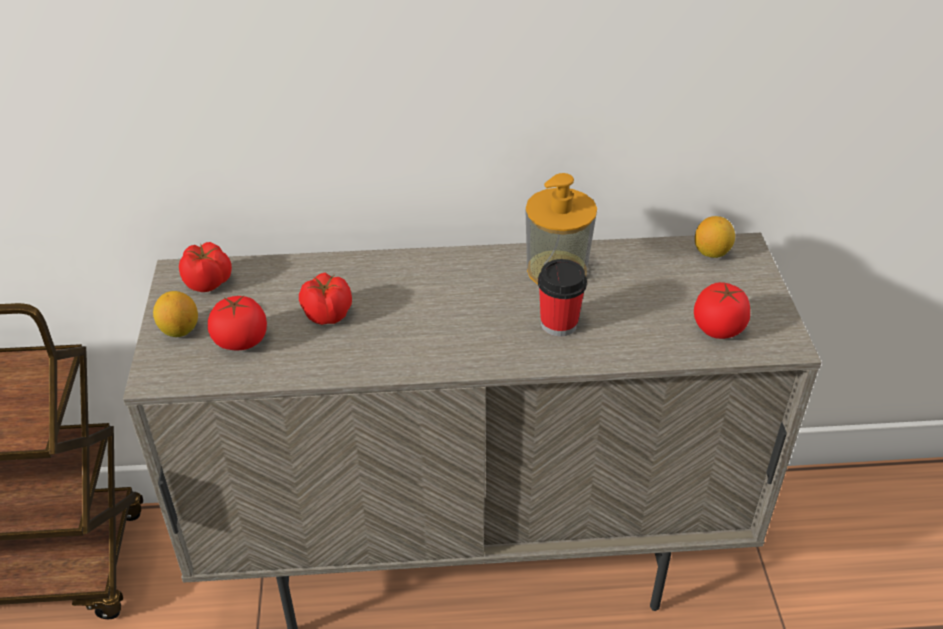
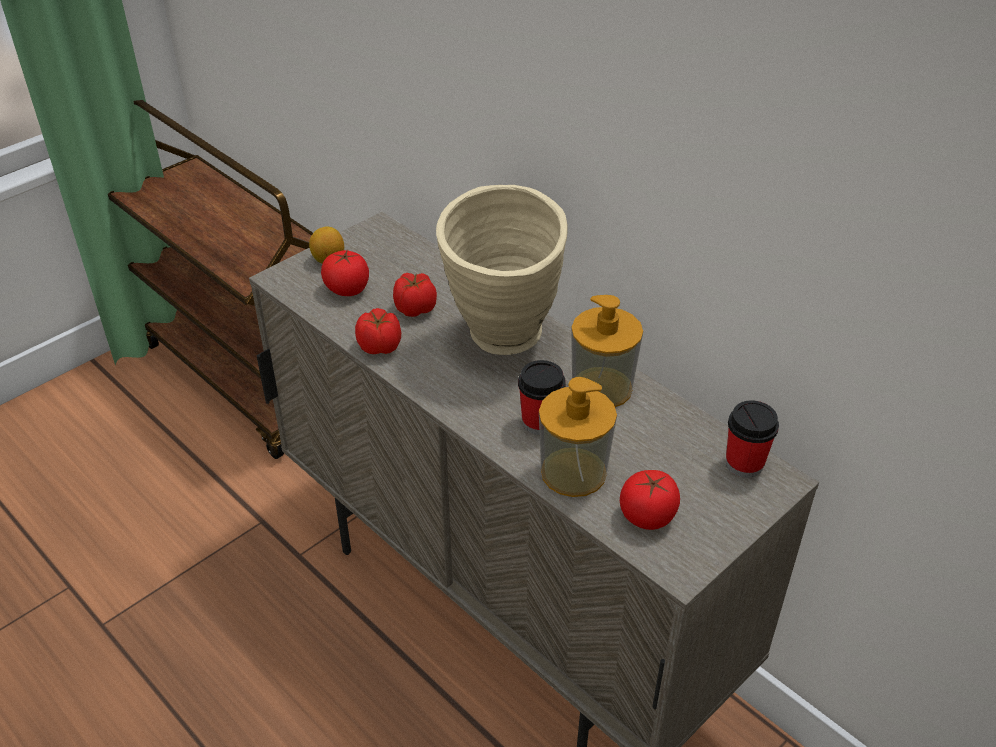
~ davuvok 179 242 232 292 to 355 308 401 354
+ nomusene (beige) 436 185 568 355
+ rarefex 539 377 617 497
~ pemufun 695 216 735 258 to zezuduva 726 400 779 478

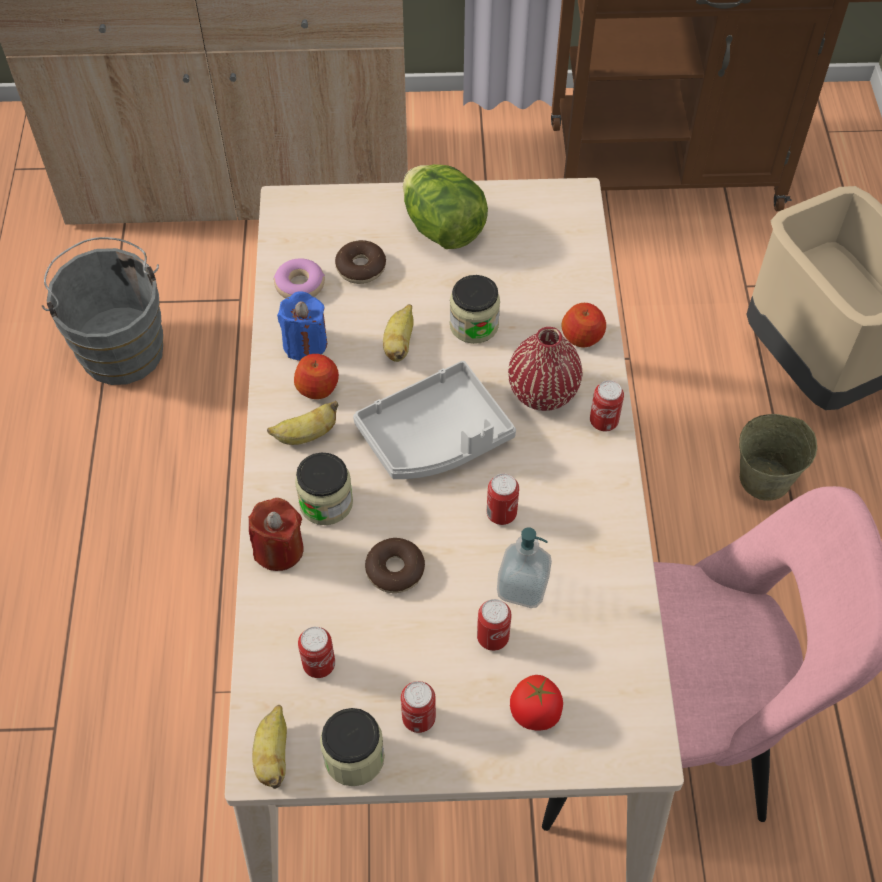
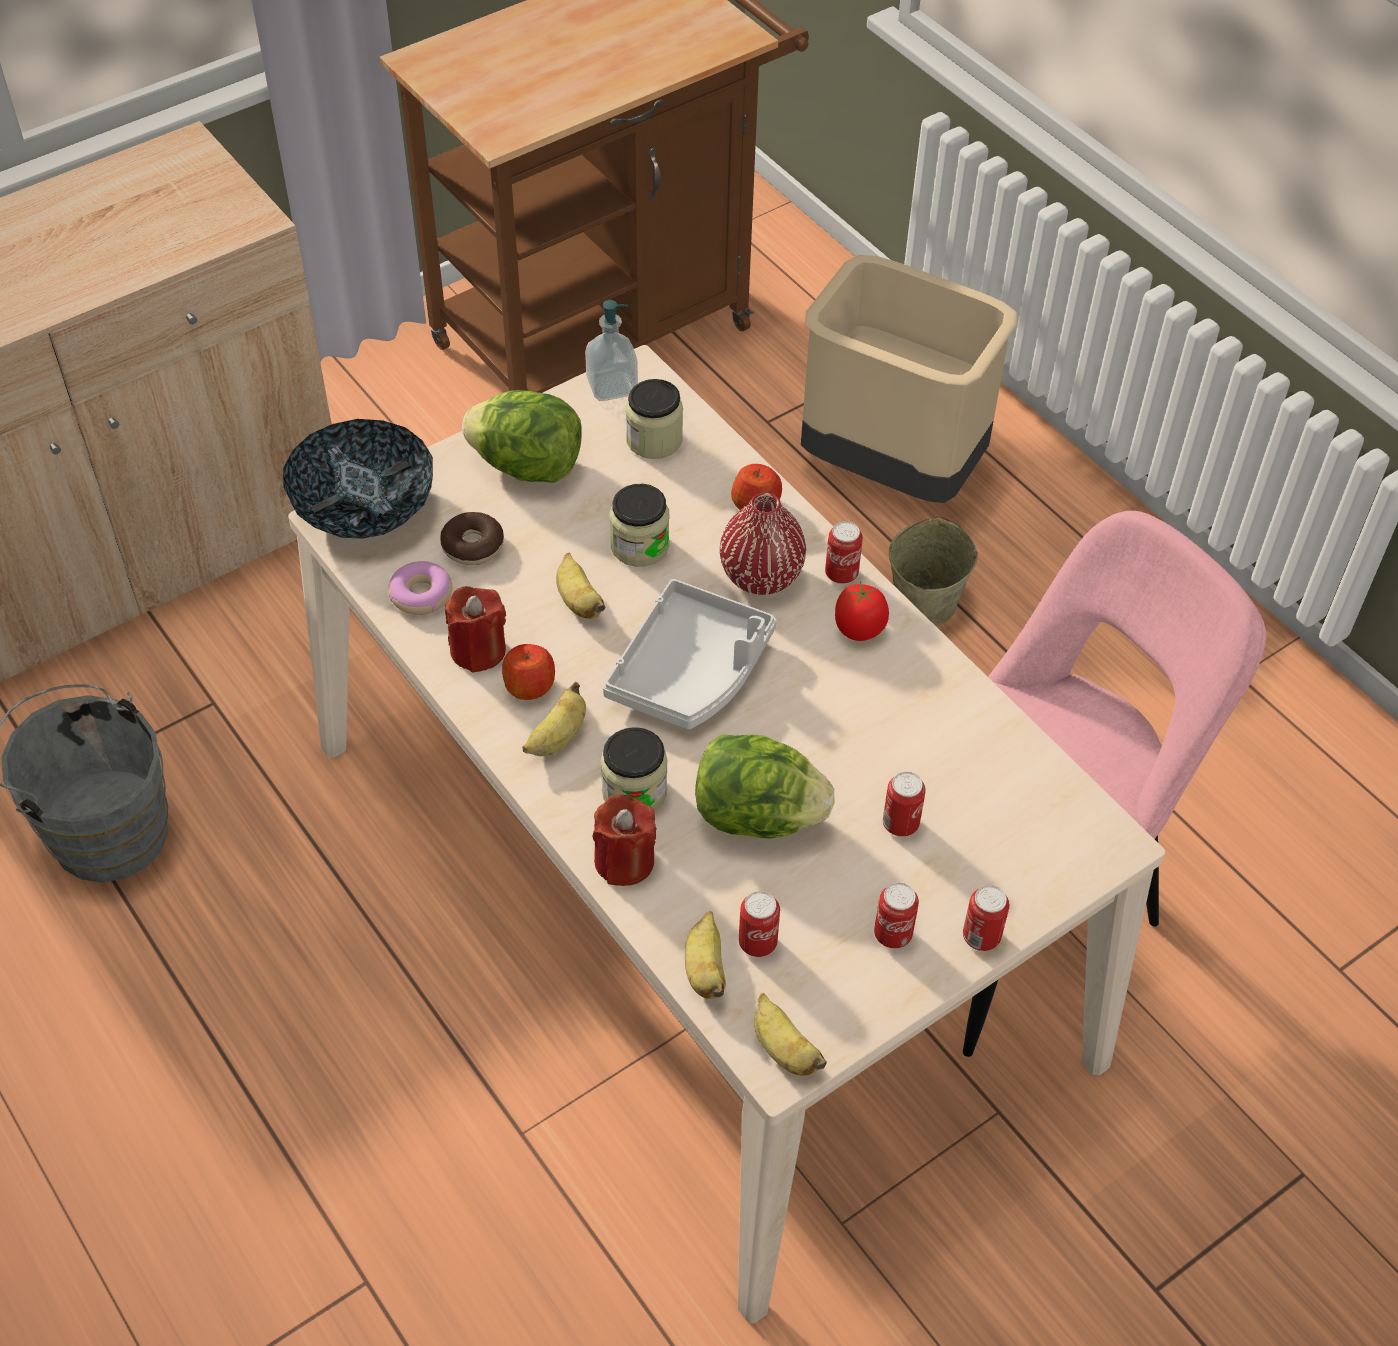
+ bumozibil 283 419 433 538
~ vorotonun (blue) 277 291 327 361 to vorotonun (red) 445 586 506 673
~ rarefex 497 527 552 608 to 585 300 638 401
~ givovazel 320 708 385 786 to 625 379 683 459
+ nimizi 685 911 726 999
~ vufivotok 365 538 425 593 to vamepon 695 734 835 838
~ davuvok 510 675 563 731 to 835 582 889 641
~ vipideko 487 473 519 525 to 963 885 1010 951

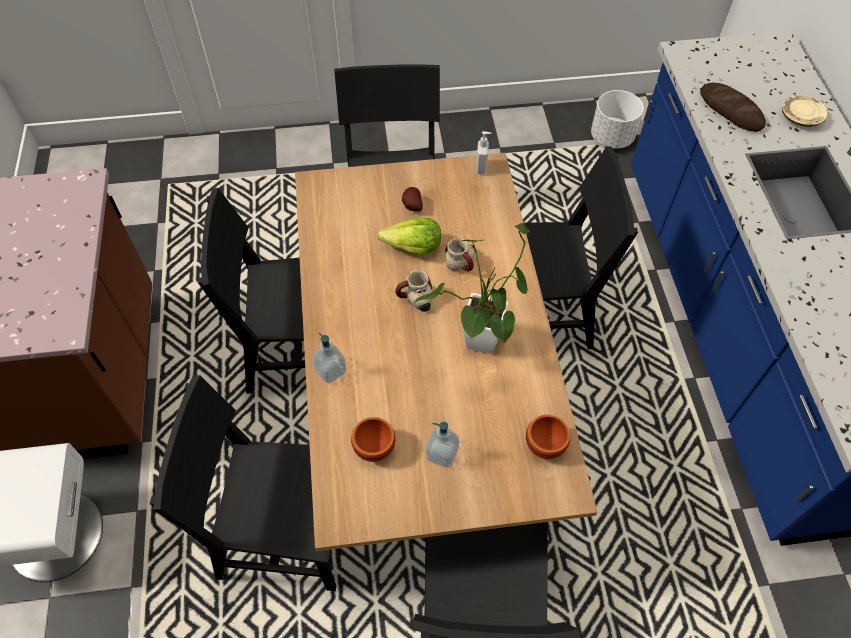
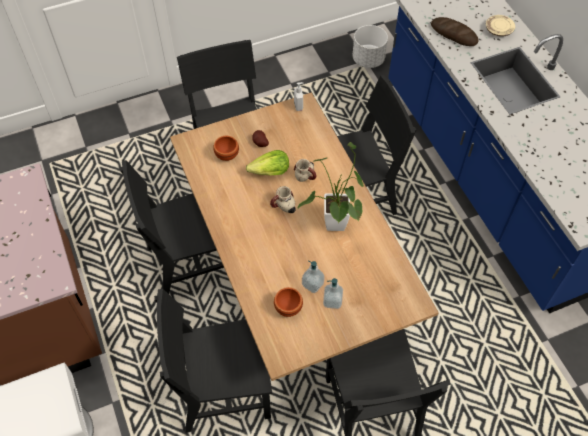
~ bumozibil (brown) 526 414 570 459 to 213 136 239 161
~ rarefex 313 333 347 383 to 302 260 325 293

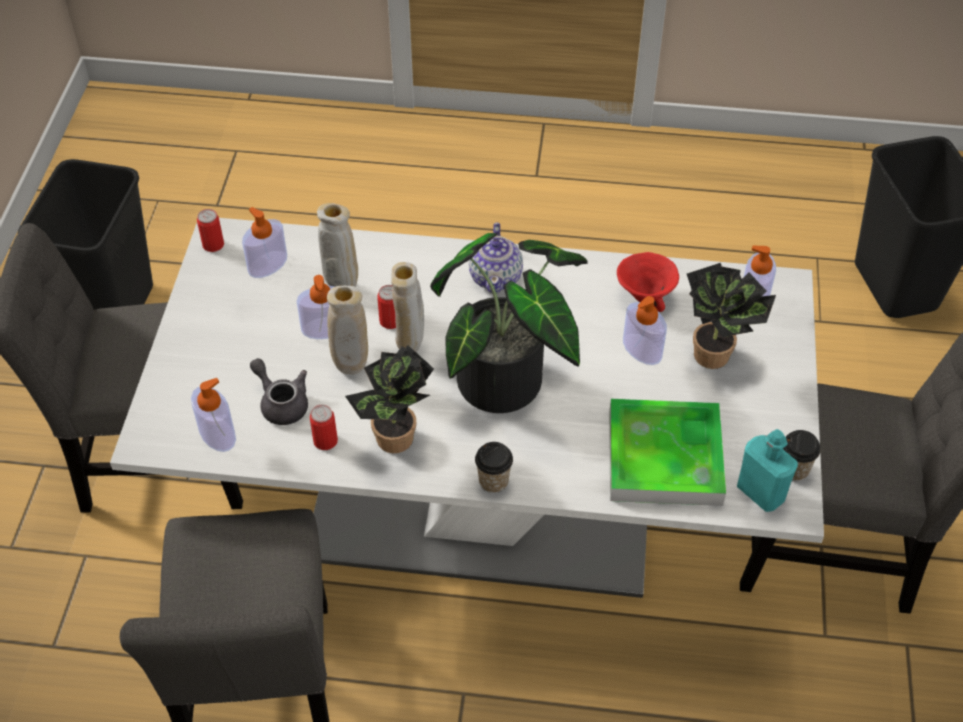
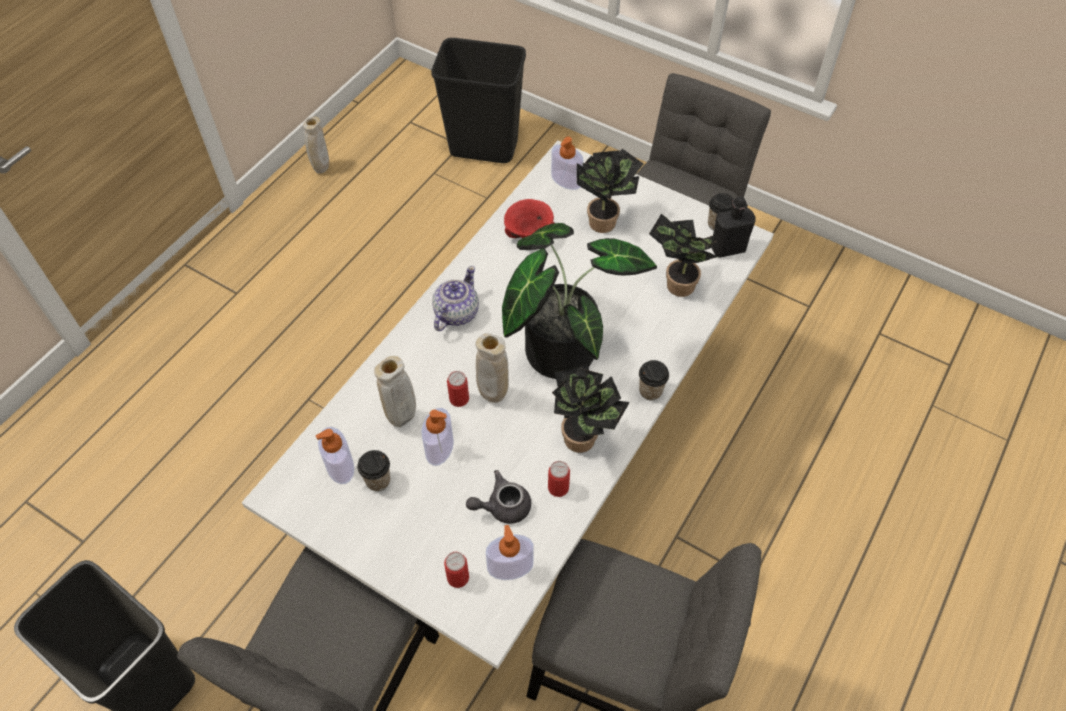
~ nomusene (beige) 327 286 368 374 to 303 117 329 174
+ zezuduva 357 450 390 491
~ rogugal 469 222 523 294 = 432 266 479 331 90 degrees counterclockwise
~ vipideko 197 209 224 252 to 444 552 469 588
~ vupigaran 609 399 726 506 to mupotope 649 213 718 297
~ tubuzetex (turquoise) 737 429 798 512 to tubuzetex (black) 712 196 756 258
- rarefex 623 296 667 365

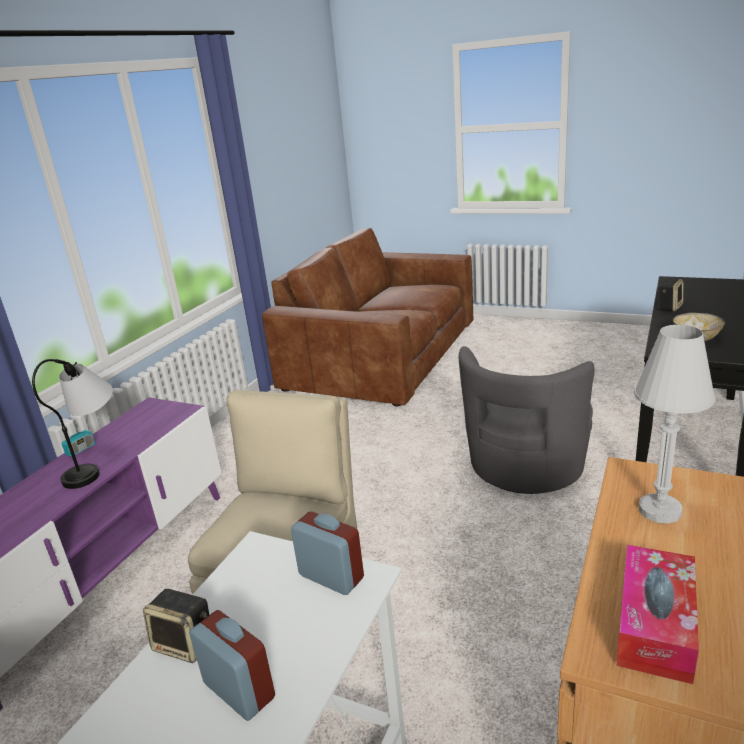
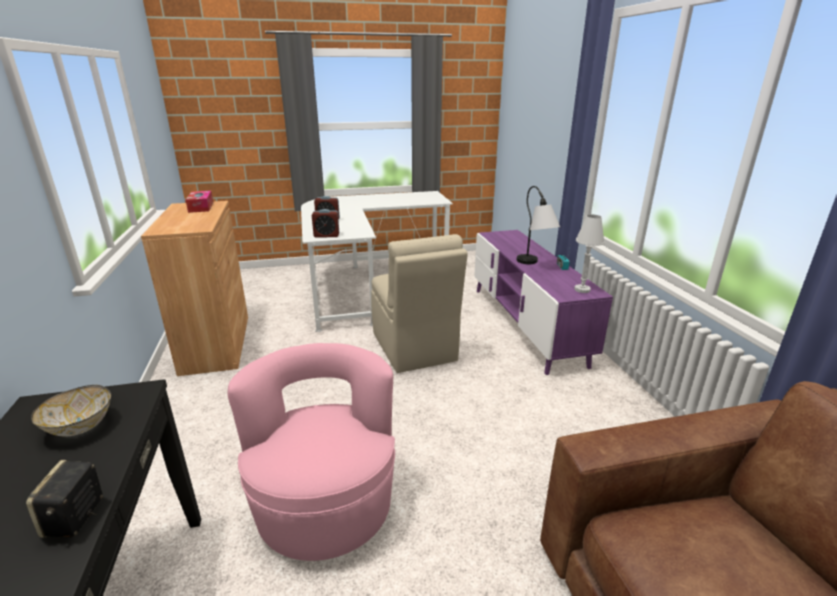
~ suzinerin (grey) 459 346 595 494 to suzinerin (pink) 228 343 395 561
~ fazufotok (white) 634 325 715 524 to 574 214 605 293
- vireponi 143 589 209 663

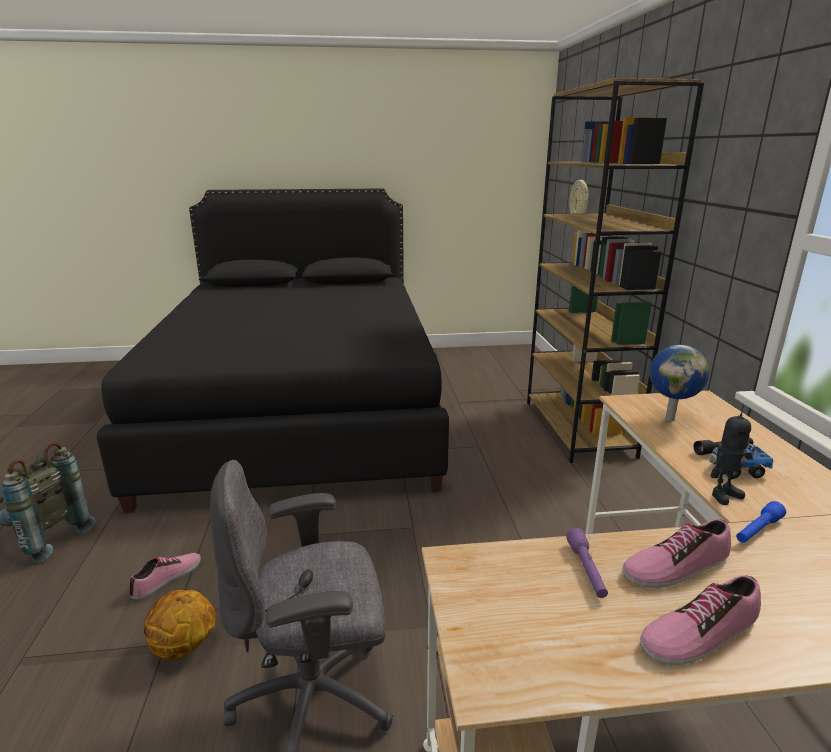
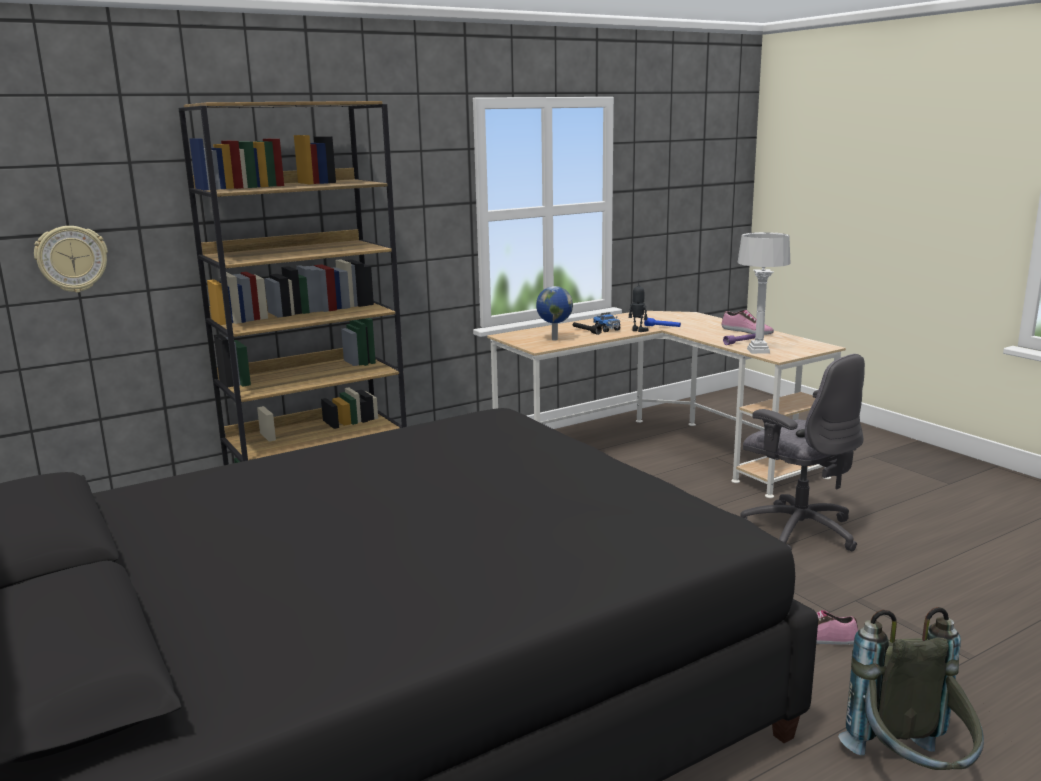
+ fazufotok (grey) 738 232 791 354
- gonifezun 144 590 215 661
- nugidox 622 519 731 588

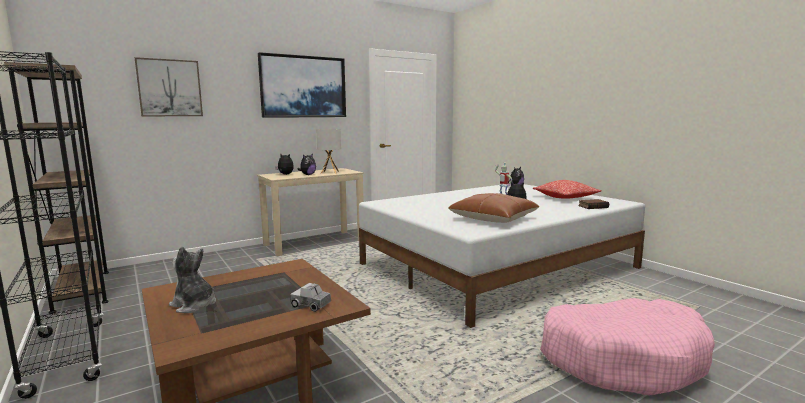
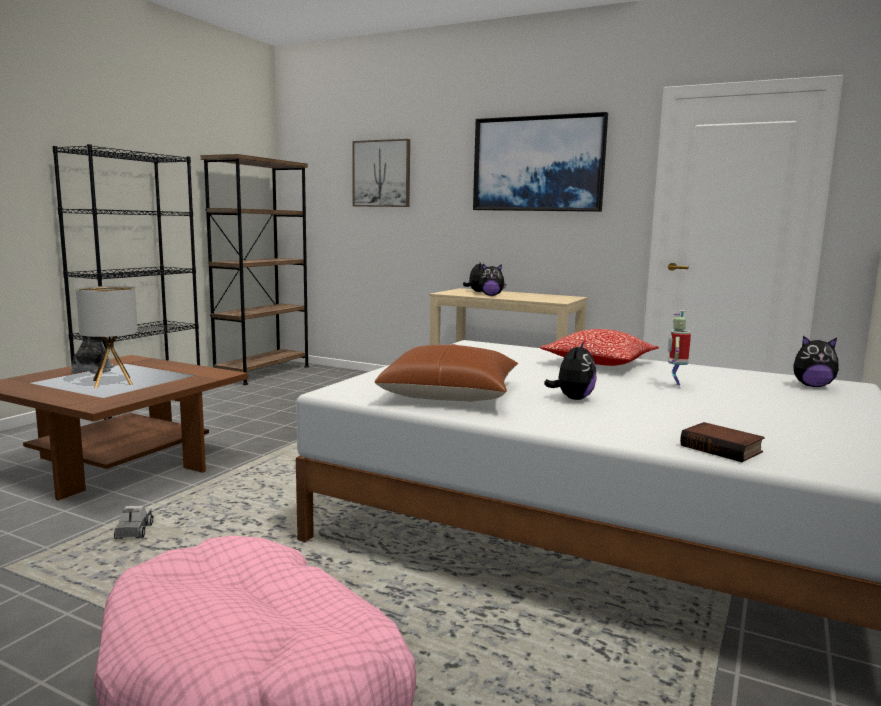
~ fazufotok 316 129 341 173 to 76 286 138 388
~ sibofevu 290 283 331 312 to 114 505 153 539
~ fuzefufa 532 180 602 199 to 540 329 659 366

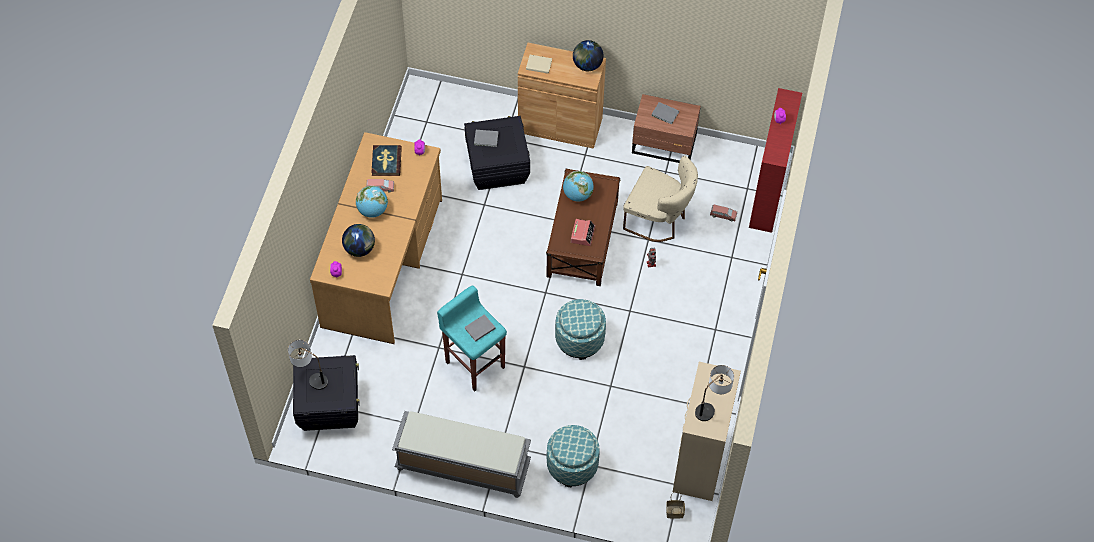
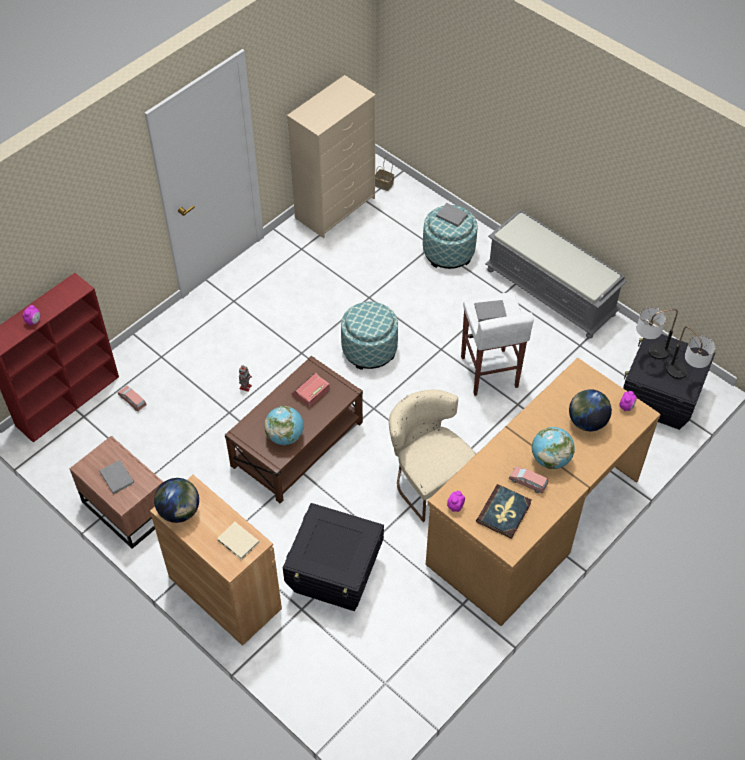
~ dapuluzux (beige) 623 155 698 242 to 389 390 476 522
~ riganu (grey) 474 130 498 147 to 436 203 468 227
~ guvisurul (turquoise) 437 285 507 391 to guvisurul (white) 461 293 534 396
~ fazufotok 695 365 734 421 to 637 307 678 359

